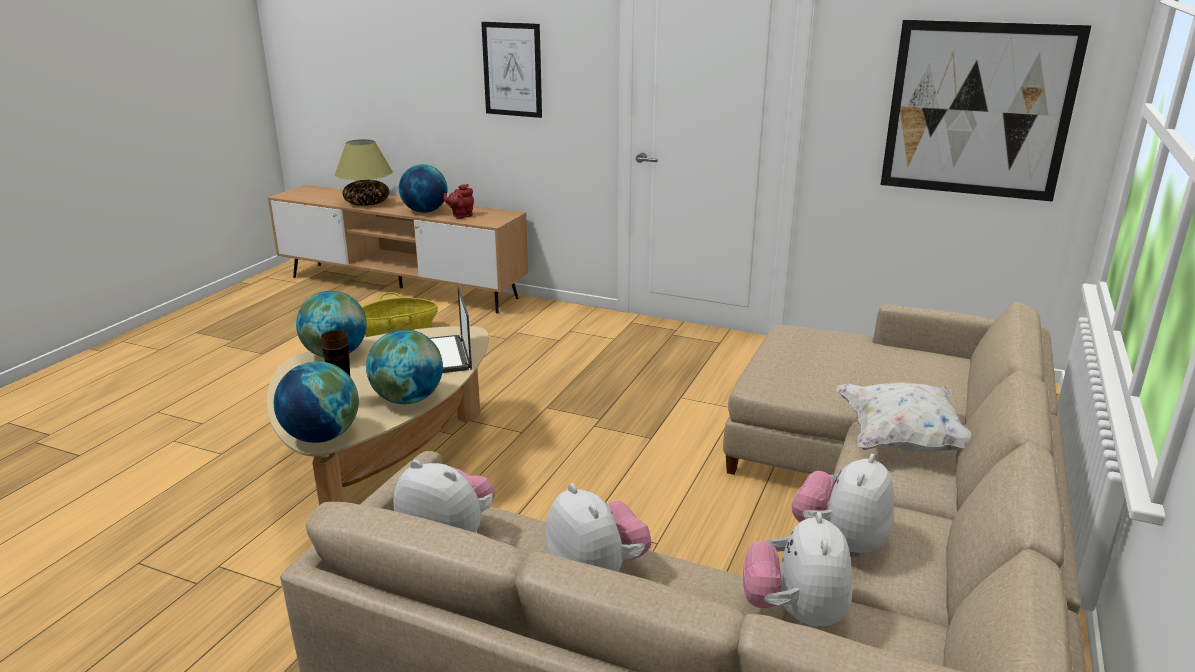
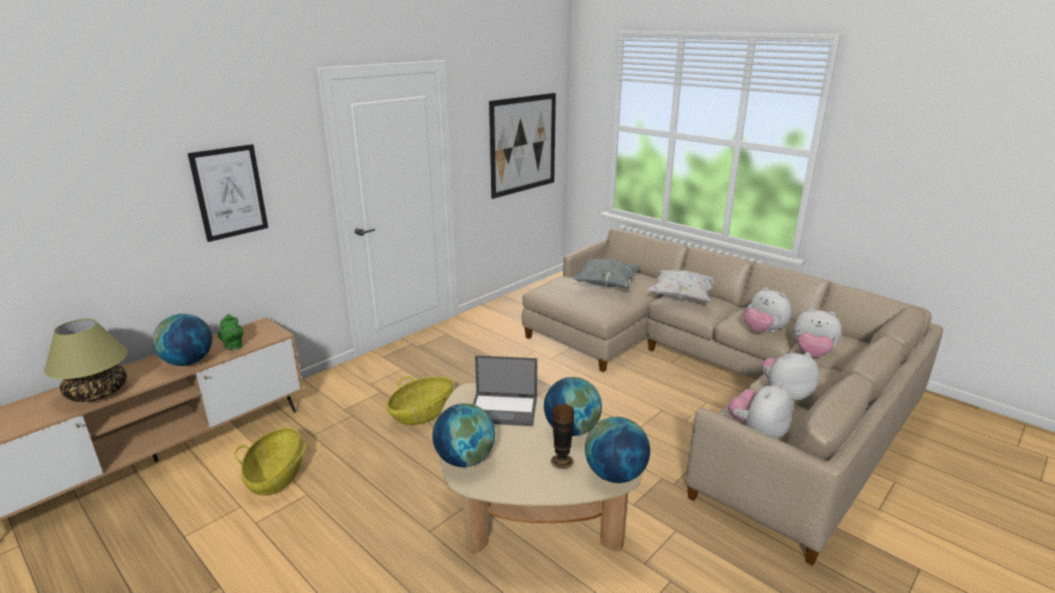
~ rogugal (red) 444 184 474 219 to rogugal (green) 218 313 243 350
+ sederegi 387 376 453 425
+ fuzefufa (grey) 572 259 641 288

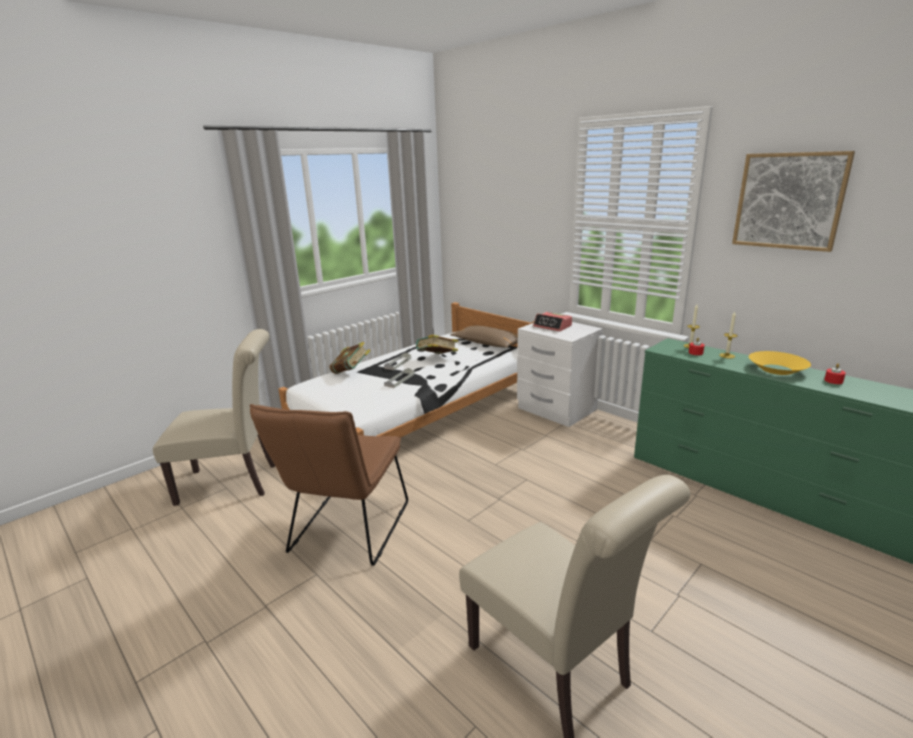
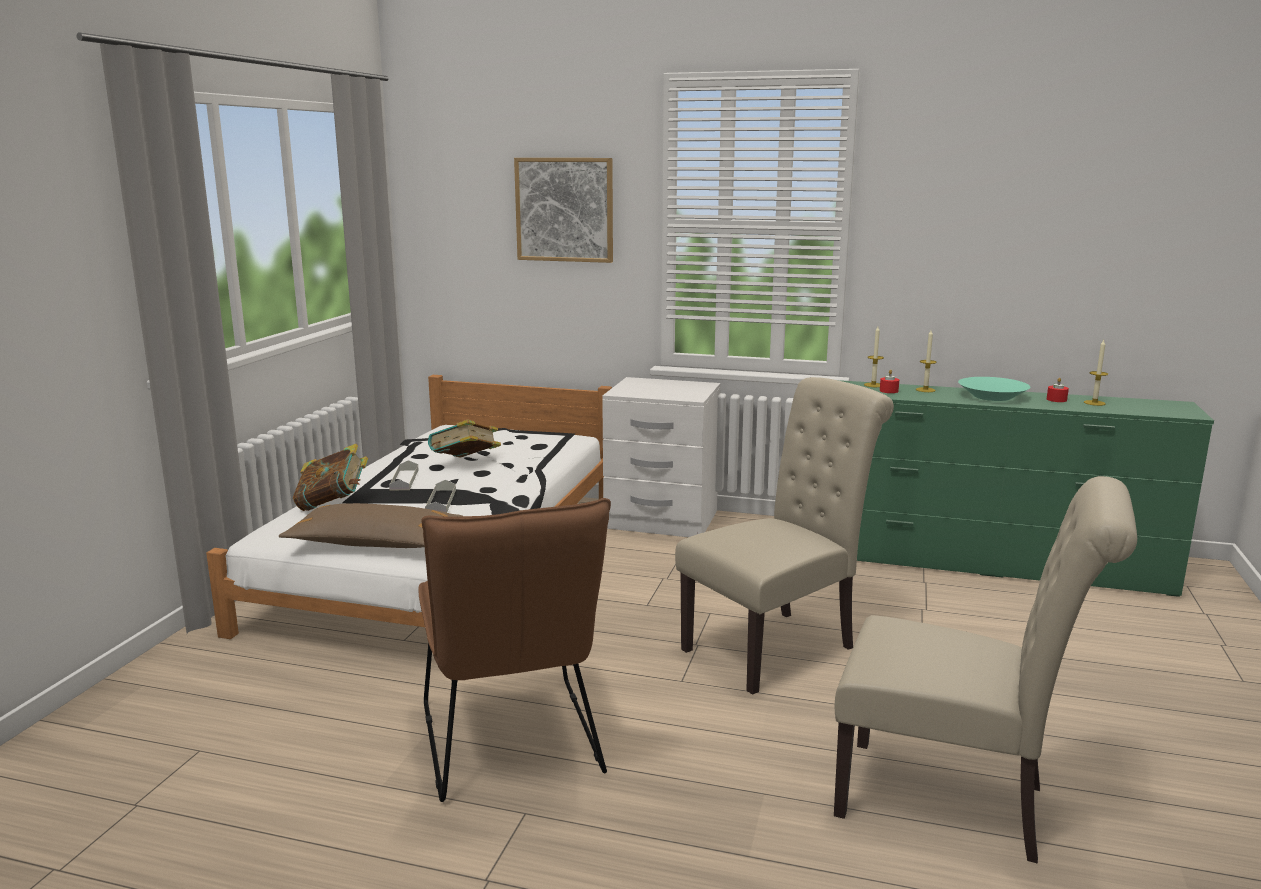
~ fuzefufa (brown) 451 326 518 348 to 279 503 462 548
~ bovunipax 732 151 855 252 to 514 158 613 263
~ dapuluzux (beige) 153 329 275 506 to 675 377 894 695
~ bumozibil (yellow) 749 351 811 375 to bumozibil (turquoise) 958 377 1030 401
+ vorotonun 1084 340 1108 406
- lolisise 533 312 572 332

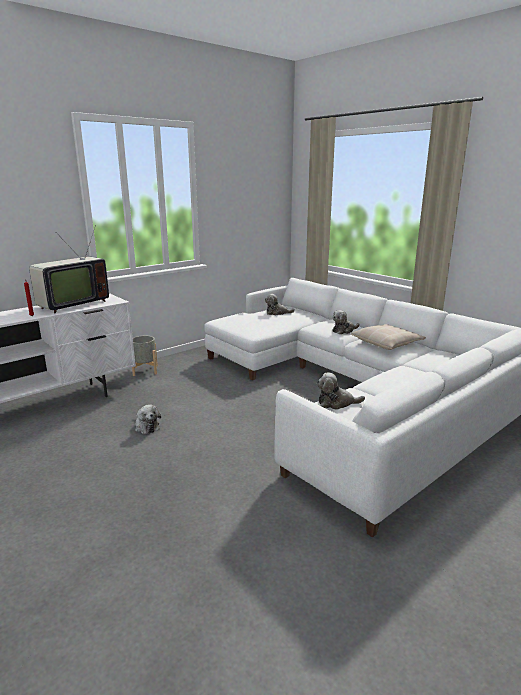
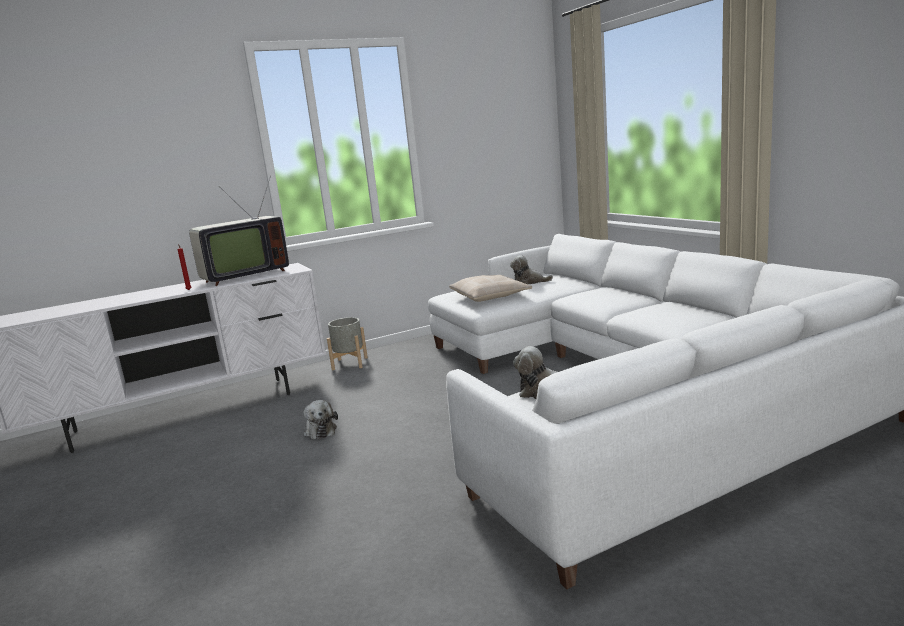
~ fuzefufa (beige) 351 324 426 350 to 449 275 532 302
- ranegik 332 310 360 334

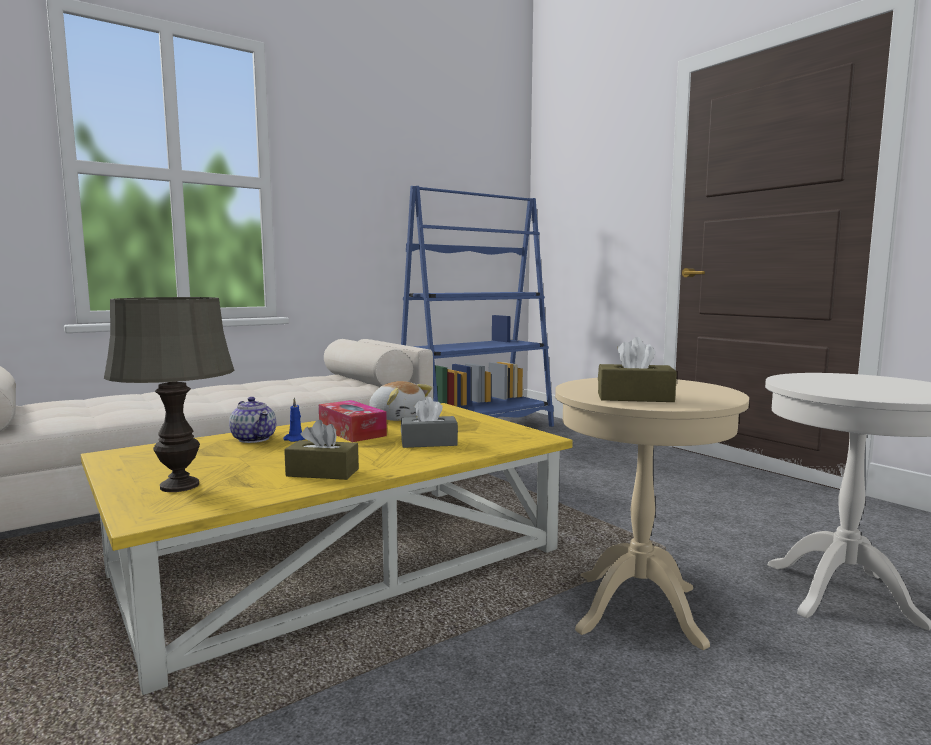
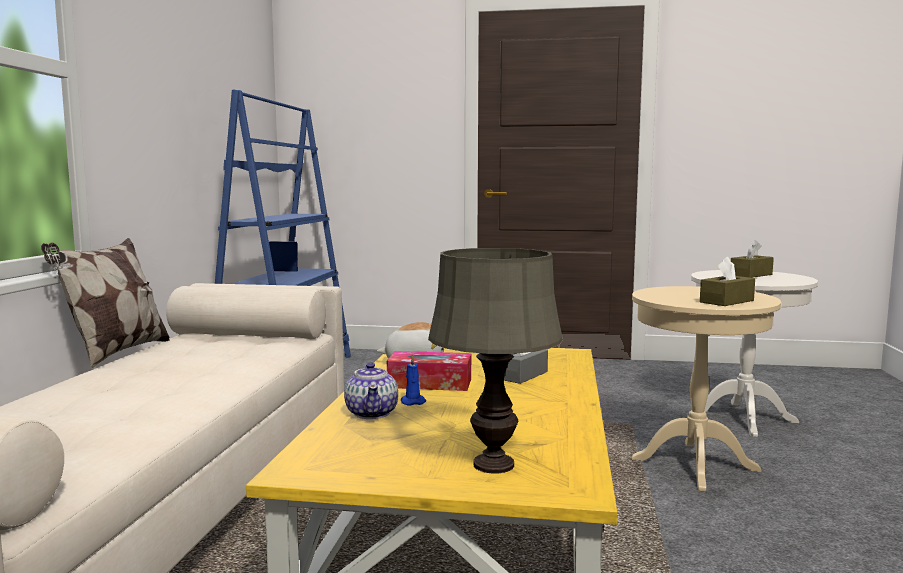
+ fuzefufa 41 238 170 368
~ rogugal 229 397 276 443 = 344 362 398 419 75 degrees clockwise
~ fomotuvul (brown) 284 420 359 480 to 731 240 774 278

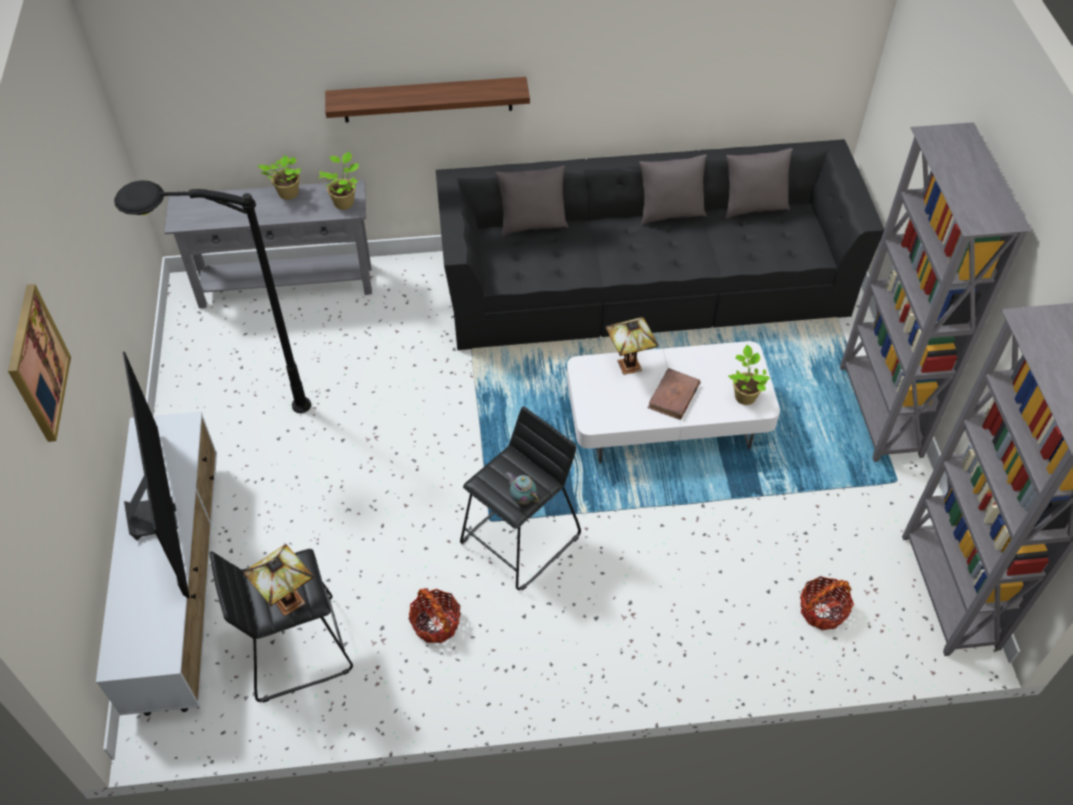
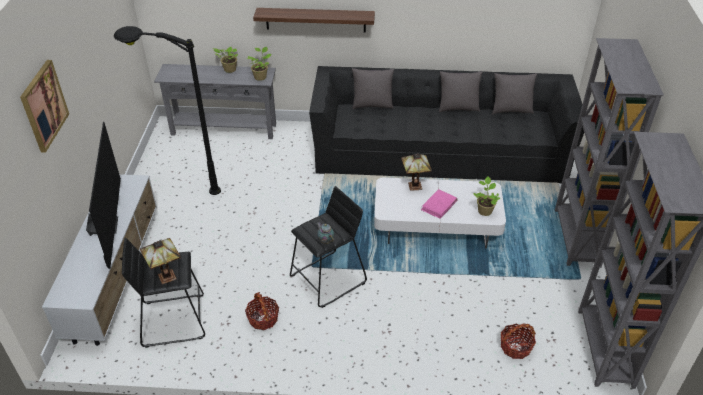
~ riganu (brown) 647 368 701 420 to riganu (pink) 421 189 458 219

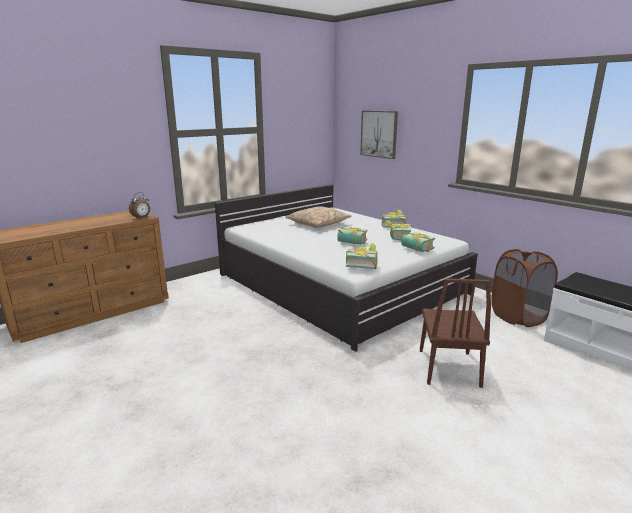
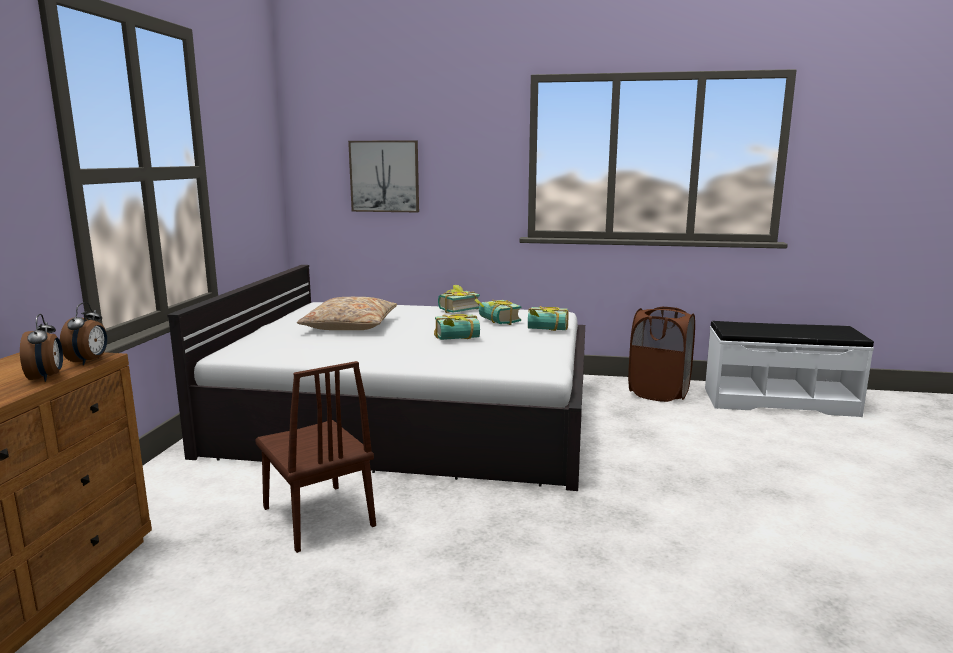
+ lolisise 20 314 63 382
~ dapuluzux (brown) 420 278 491 388 to 255 361 376 553
- riganu 346 243 377 269

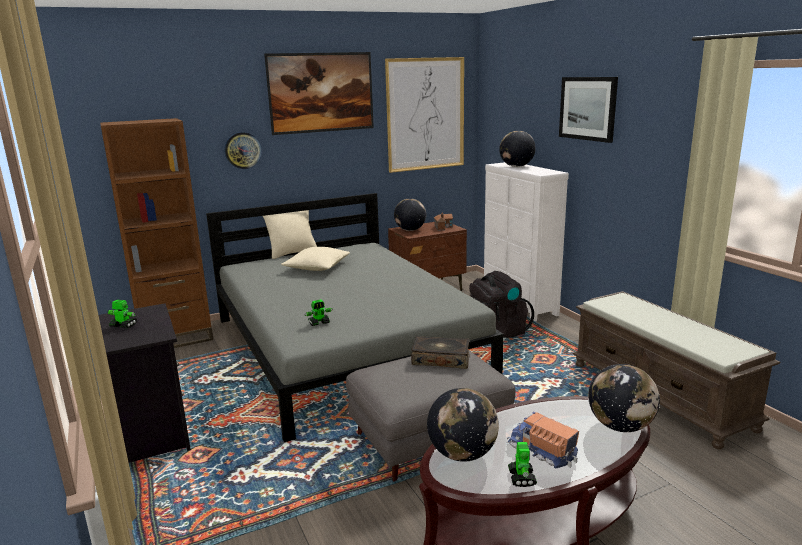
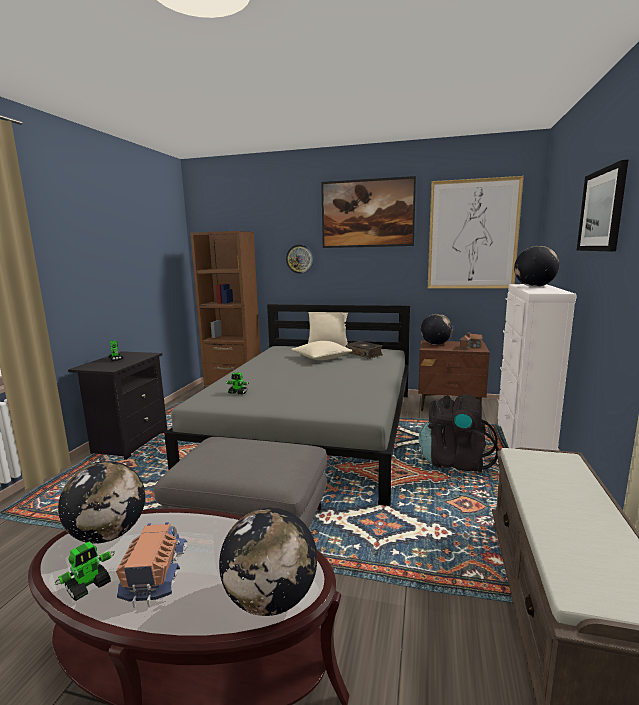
~ riganu 411 336 470 369 to 346 341 383 359

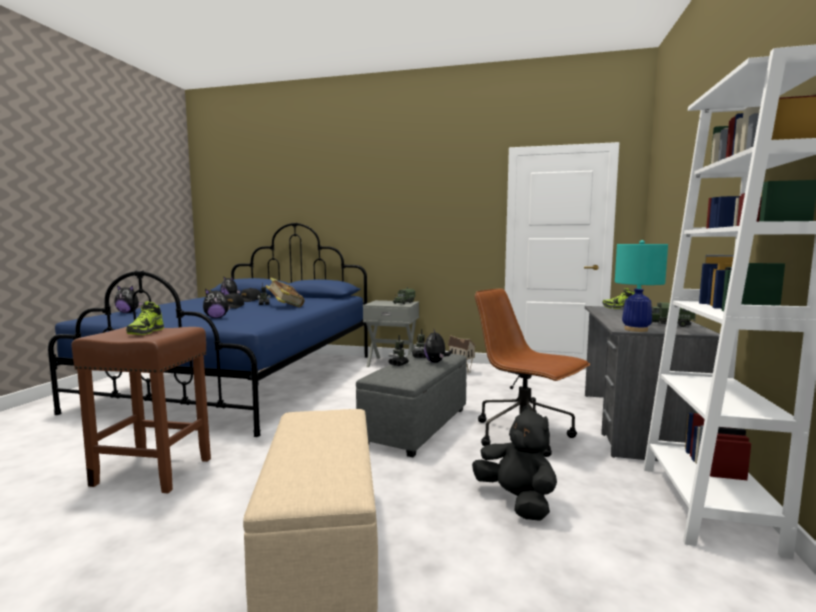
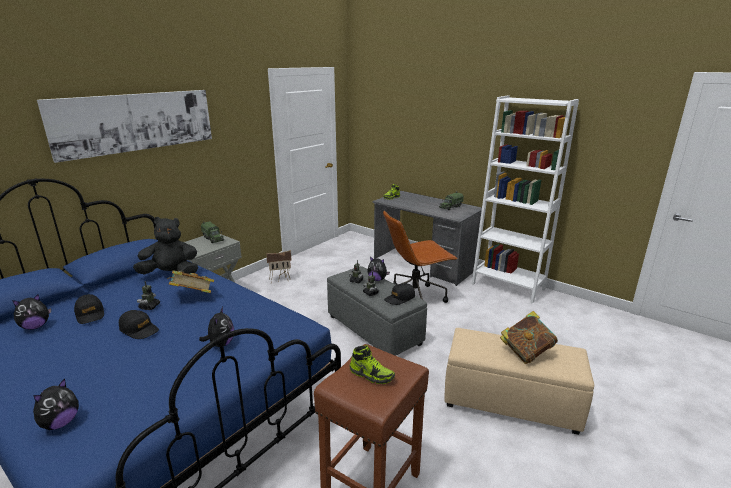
+ bovunipax 37 90 212 163
~ ranegik (black) 472 405 557 521 to 133 217 198 275
+ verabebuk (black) 384 283 415 305
+ riganu 500 311 558 364
- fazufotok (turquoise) 615 240 668 332

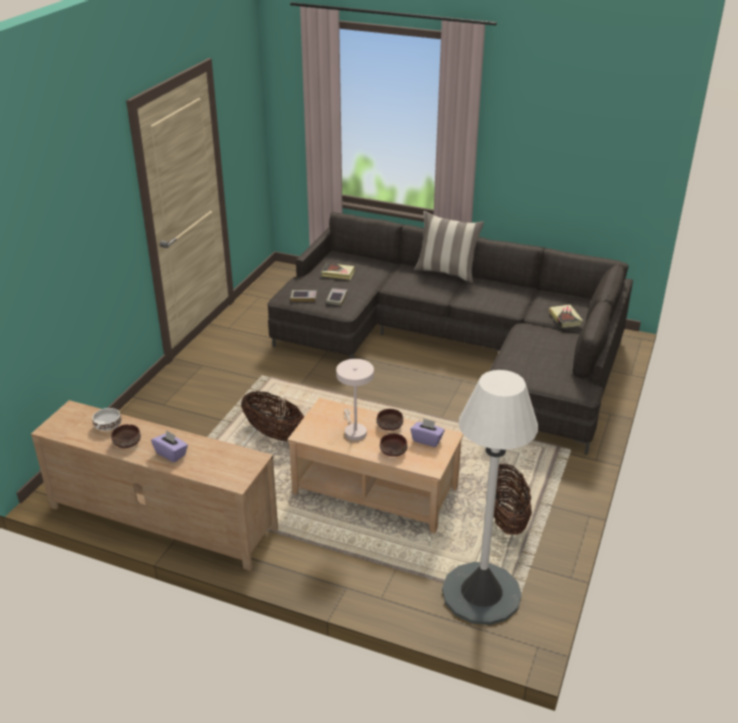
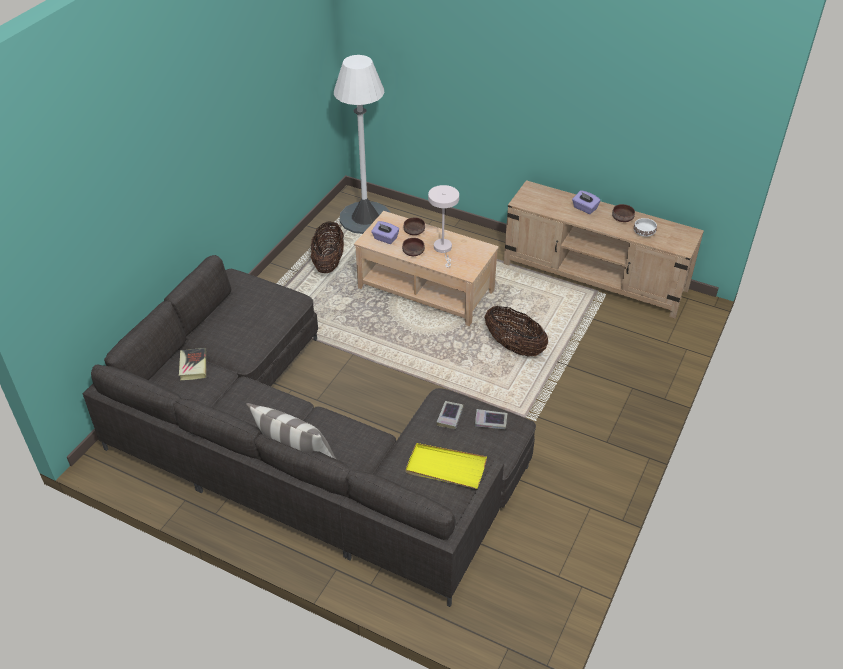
~ riganu 321 263 355 280 to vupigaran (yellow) 406 443 487 489

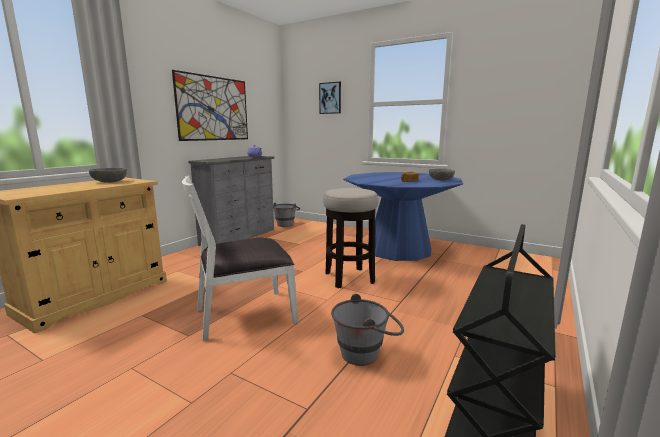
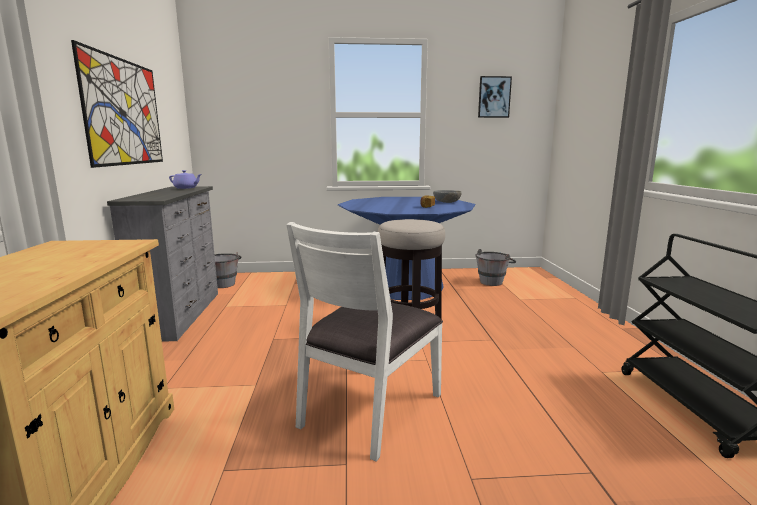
~ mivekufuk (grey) 331 294 404 366 to 475 249 516 286
~ bovunipax 319 82 341 114 to 478 76 512 118
- bumozibil (grey) 89 168 127 183

